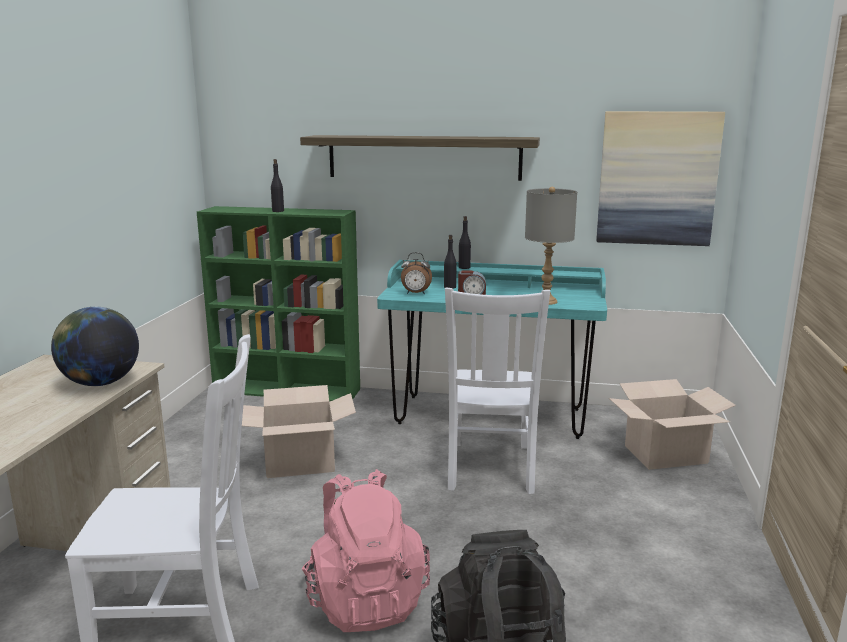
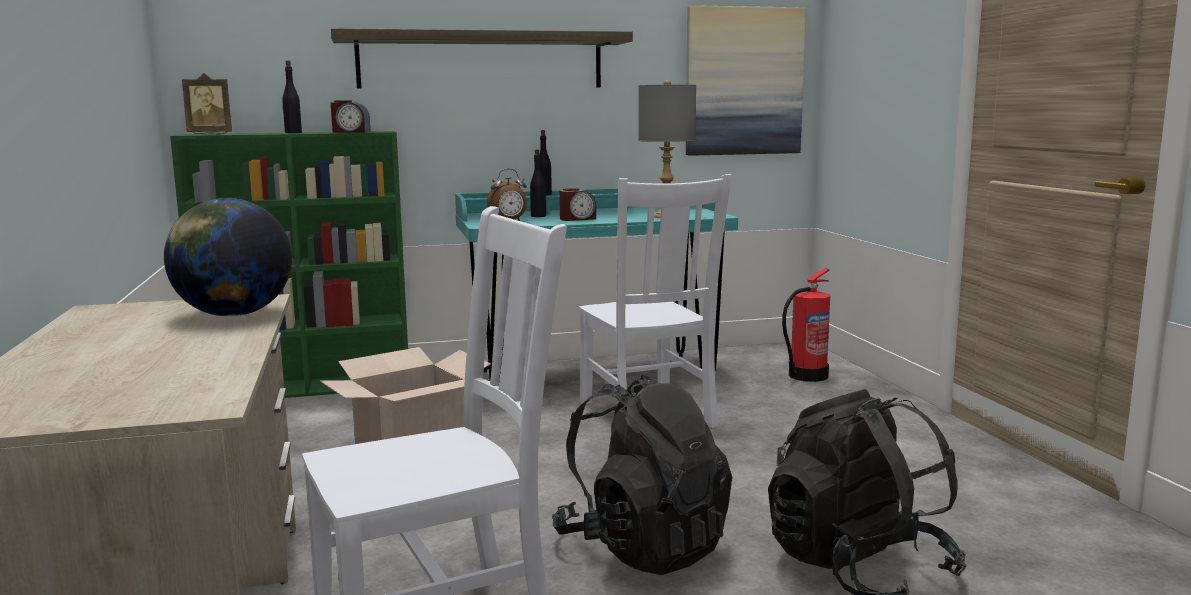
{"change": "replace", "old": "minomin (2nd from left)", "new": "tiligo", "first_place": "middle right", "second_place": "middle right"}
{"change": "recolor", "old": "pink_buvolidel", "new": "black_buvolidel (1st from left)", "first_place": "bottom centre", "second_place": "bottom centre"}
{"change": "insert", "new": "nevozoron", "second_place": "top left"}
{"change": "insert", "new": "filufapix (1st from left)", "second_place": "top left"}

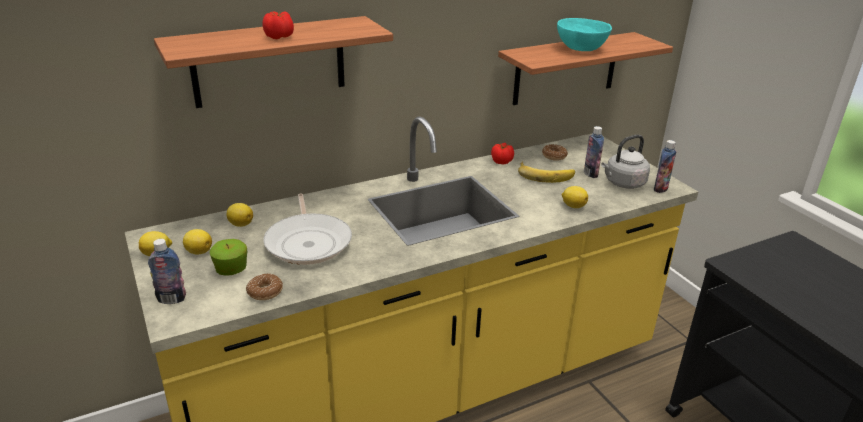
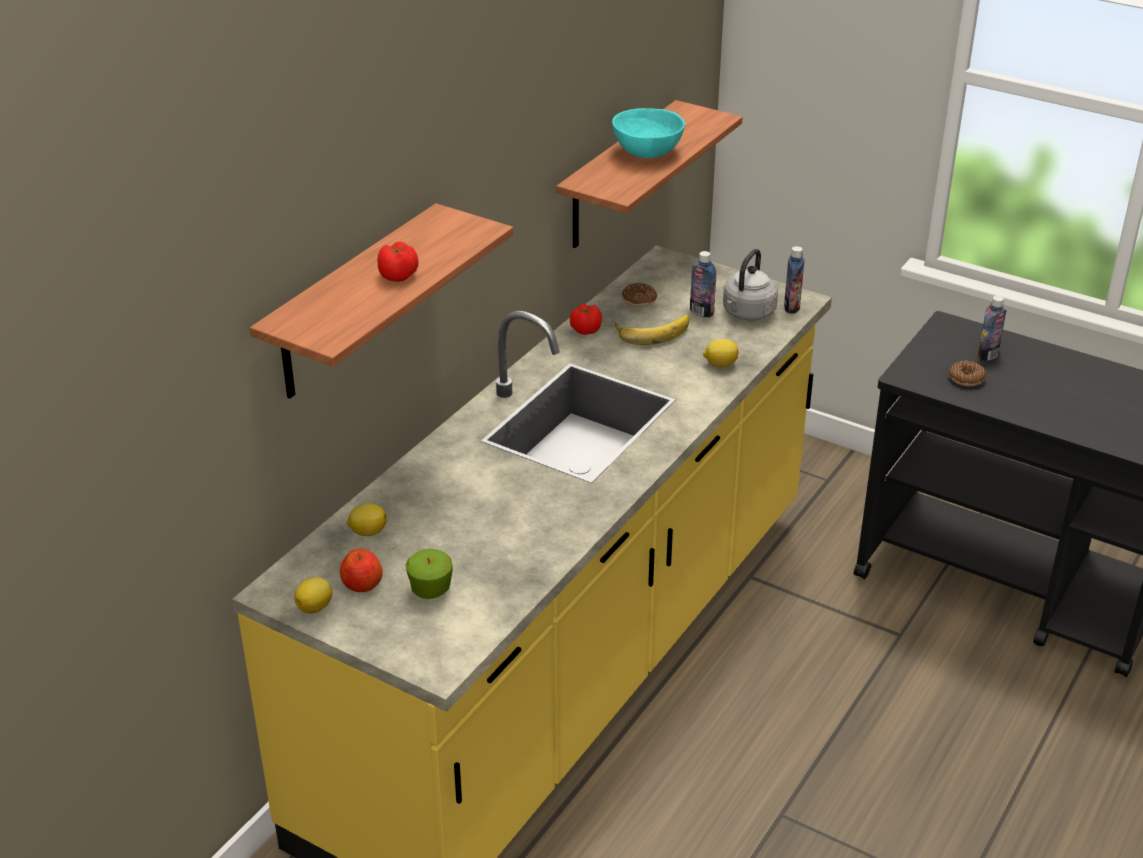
{"change": "delete", "old": "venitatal", "first_place": "centre"}
{"change": "replace", "old": "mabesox (2nd from left)", "new": "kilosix (1st from left)", "first_place": "middle left", "second_place": "middle left"}
{"change": "move", "old": "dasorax (1st from left in the first image)", "new": "dasorax (3rd from left)", "first_place": "middle left", "second_place": "middle right"}
{"change": "move", "old": "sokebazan (1st from left in the first image)", "new": "sokebazan (2nd from left)", "first_place": "bottom left", "second_place": "middle right"}

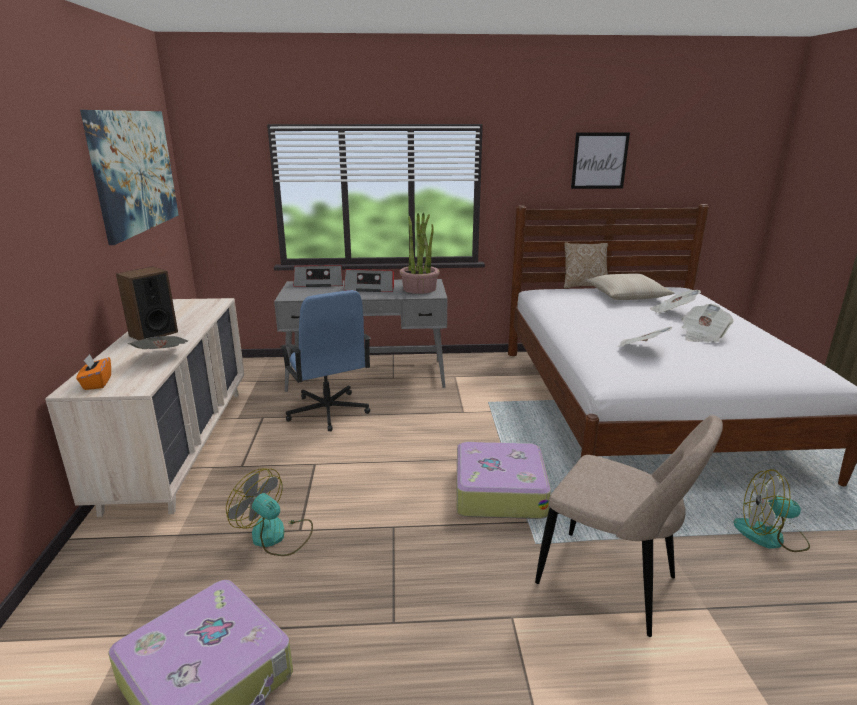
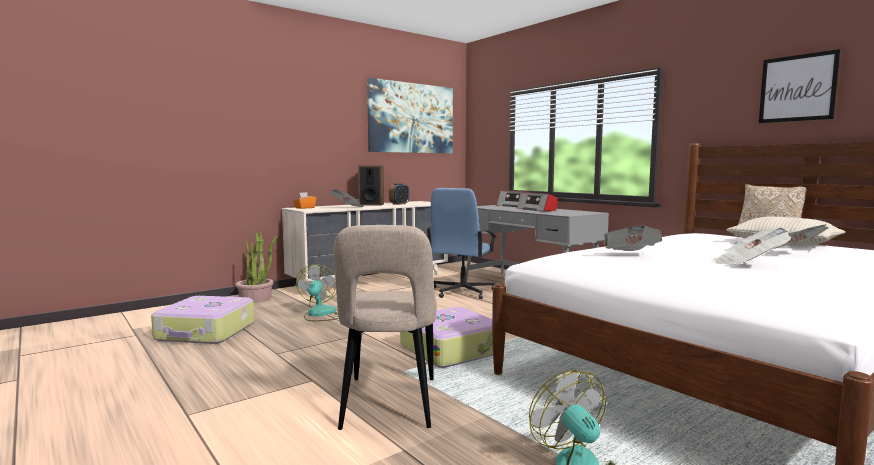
{"change": "move", "old": "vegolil", "first_place": "centre", "second_place": "middle left"}
{"change": "insert", "new": "filufapix", "second_place": "centre"}

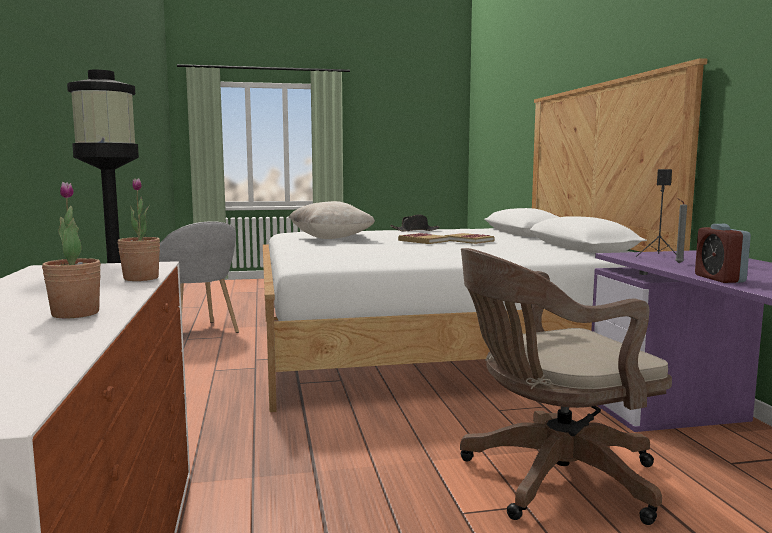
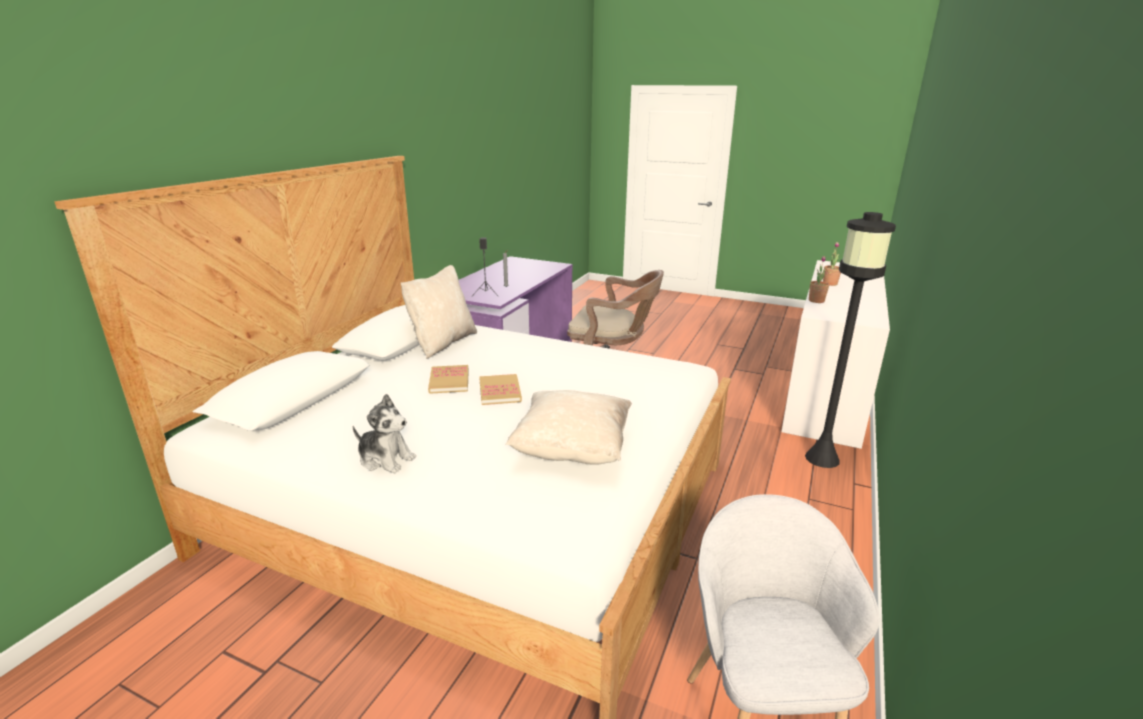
{"change": "replace", "old": "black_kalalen", "new": "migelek", "first_place": "centre", "second_place": "centre"}
{"change": "delete", "old": "filufapix", "first_place": "middle right"}
{"change": "insert", "new": "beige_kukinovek (1st from left)", "second_place": "centre"}

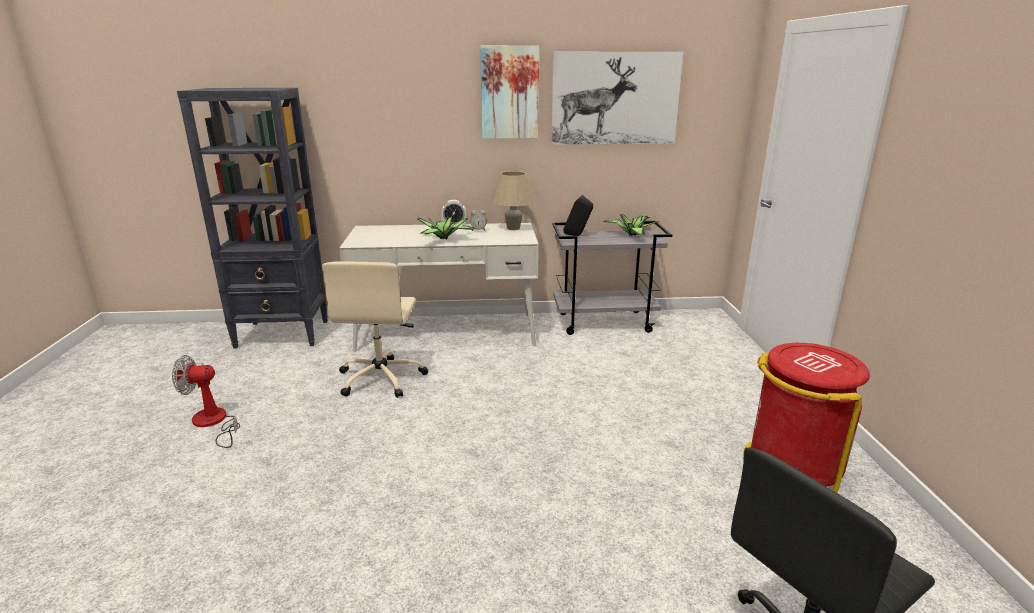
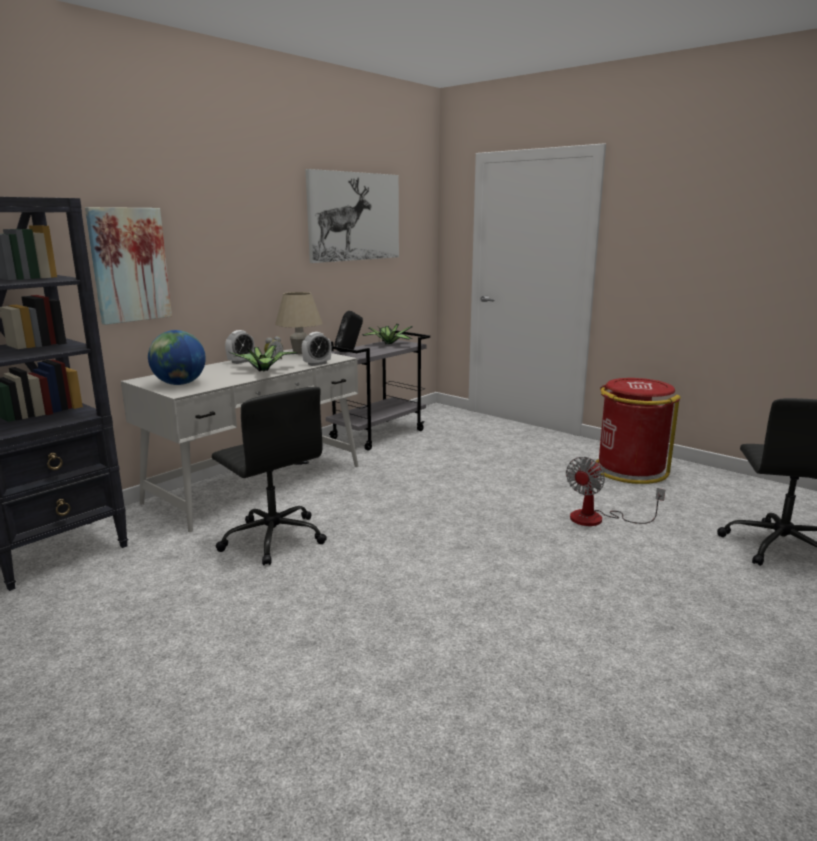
{"change": "move", "old": "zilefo (1st from left)", "first_place": "top centre", "second_place": "top left"}
{"change": "recolor", "old": "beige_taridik", "new": "black_taridik (1st from left)", "first_place": "centre", "second_place": "middle left"}
{"change": "move", "old": "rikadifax", "first_place": "middle left", "second_place": "middle right"}
{"change": "insert", "new": "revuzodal", "second_place": "middle left"}
{"change": "insert", "new": "filufapix (3rd from left)", "second_place": "centre"}

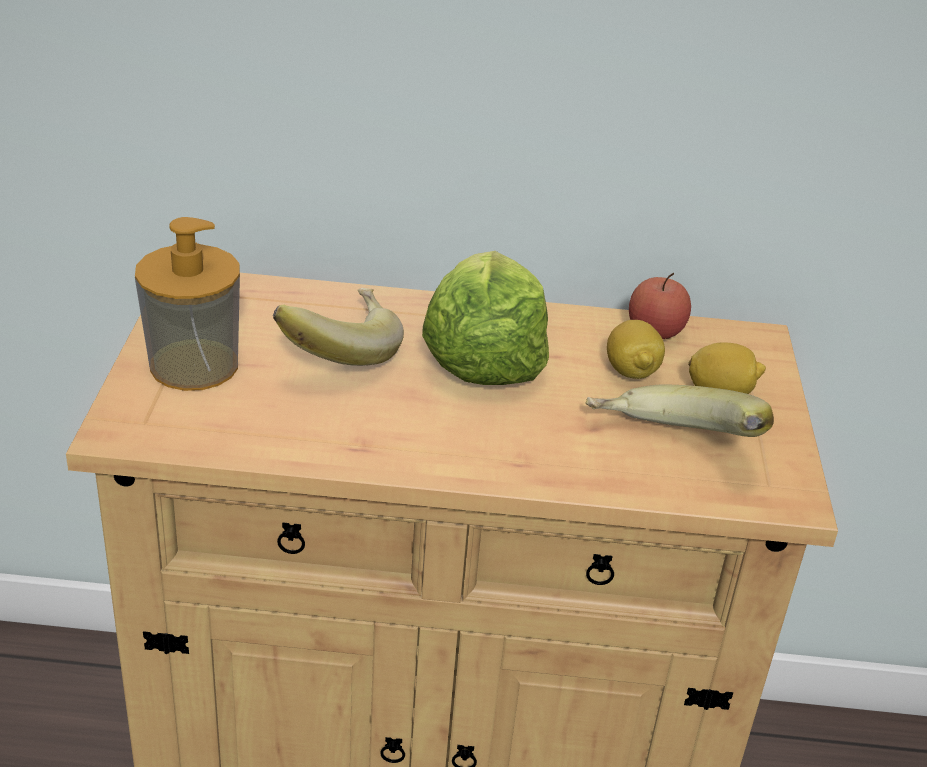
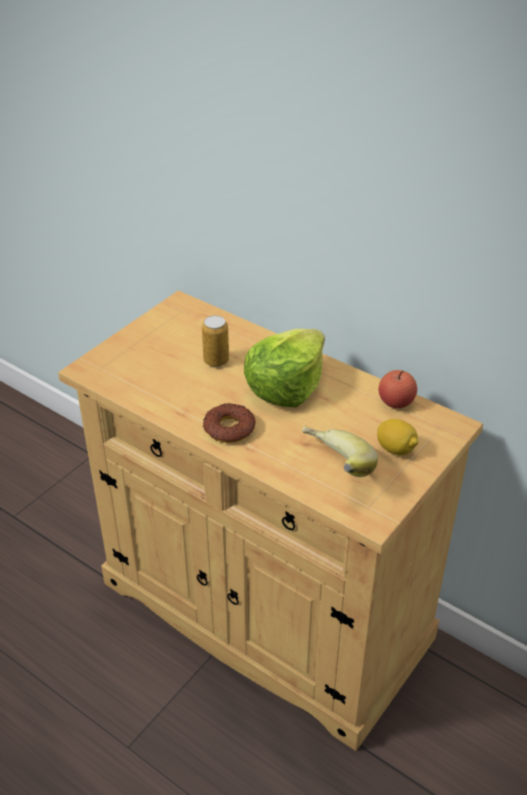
{"change": "delete", "old": "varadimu", "first_place": "middle left"}
{"change": "replace", "old": "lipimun (1st from left)", "new": "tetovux", "first_place": "centre", "second_place": "centre"}
{"change": "delete", "old": "mabesox (1st from left)", "first_place": "middle right"}
{"change": "insert", "new": "sokebazan", "second_place": "centre"}

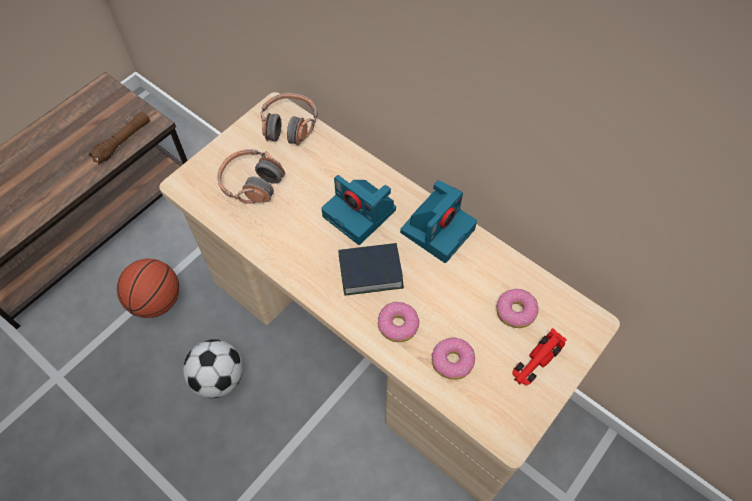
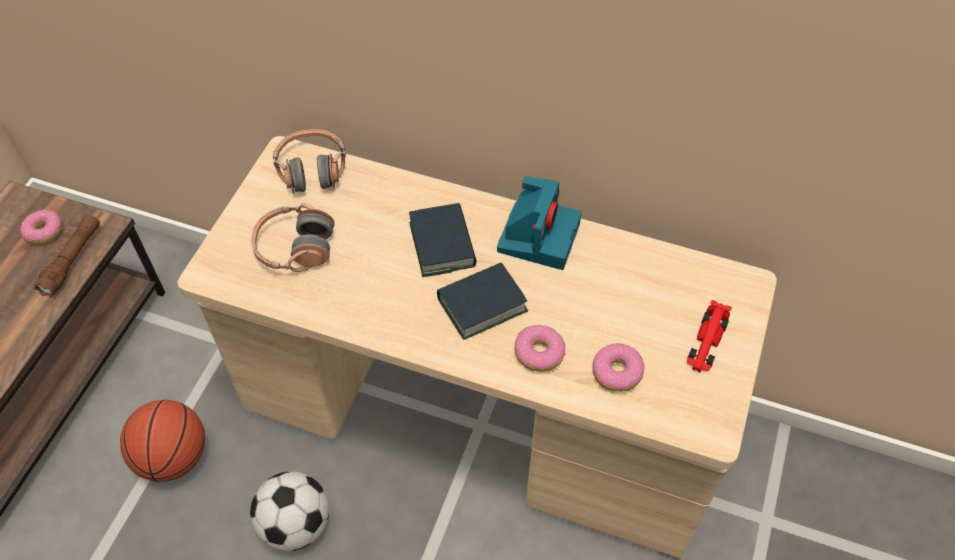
{"change": "replace", "old": "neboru (1st from left)", "new": "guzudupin (1st from left)", "first_place": "centre", "second_place": "centre"}
{"change": "move", "old": "sokebazan (3rd from left in the first image)", "new": "sokebazan (1st from left)", "first_place": "middle right", "second_place": "middle left"}

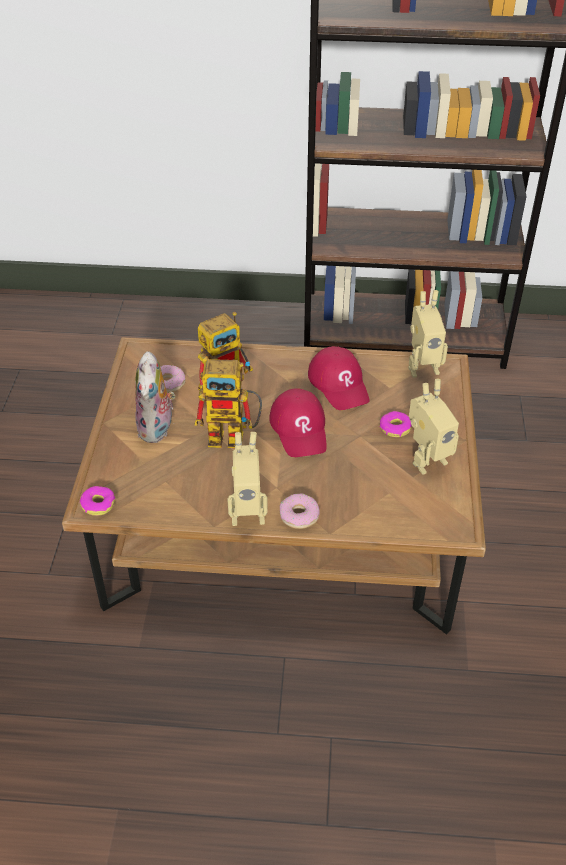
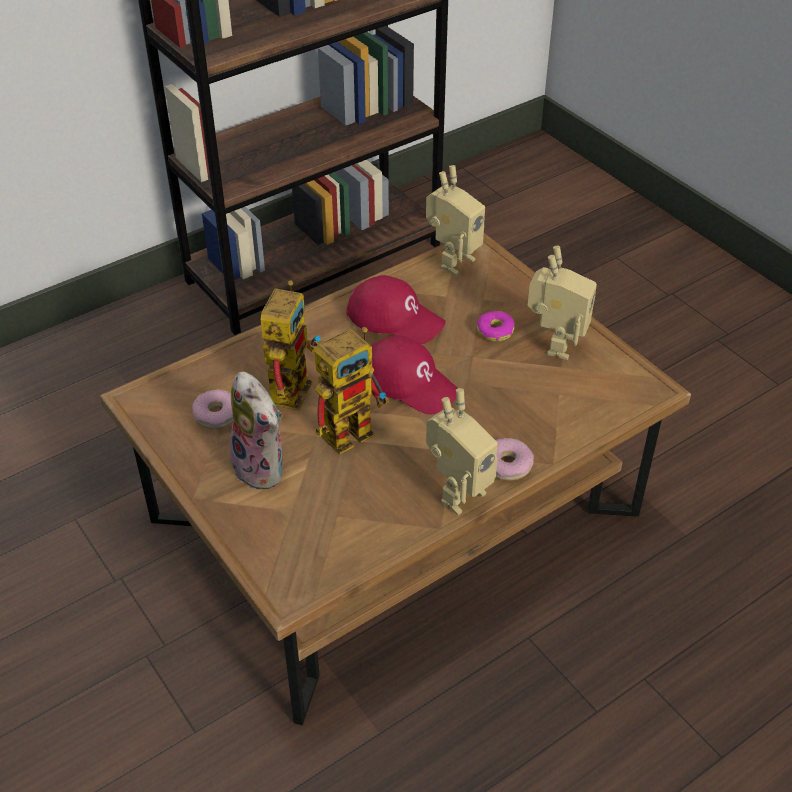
{"change": "delete", "old": "sokebazan (1st from left)", "first_place": "middle left"}

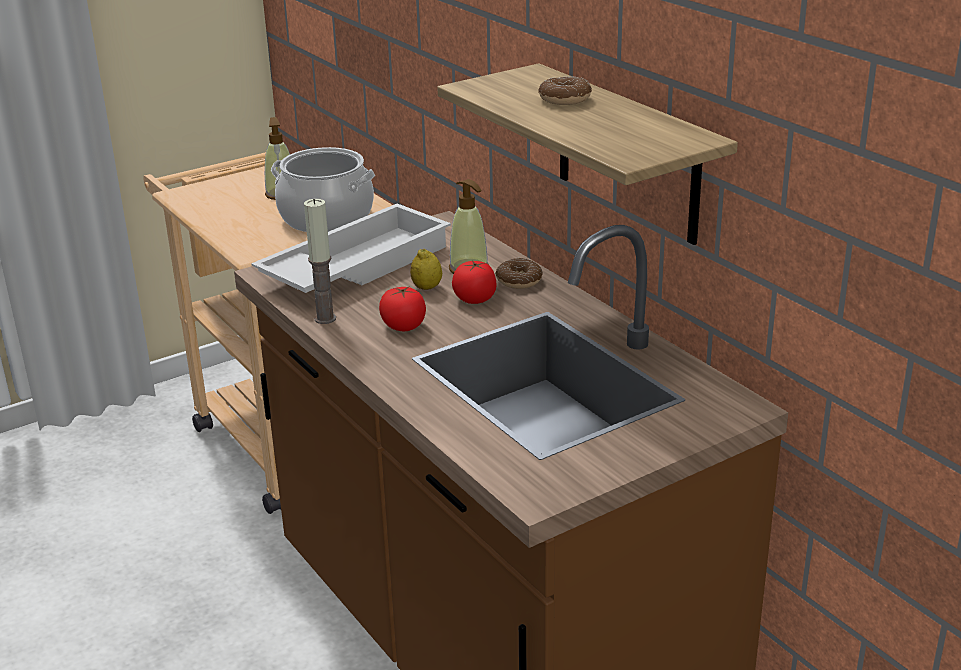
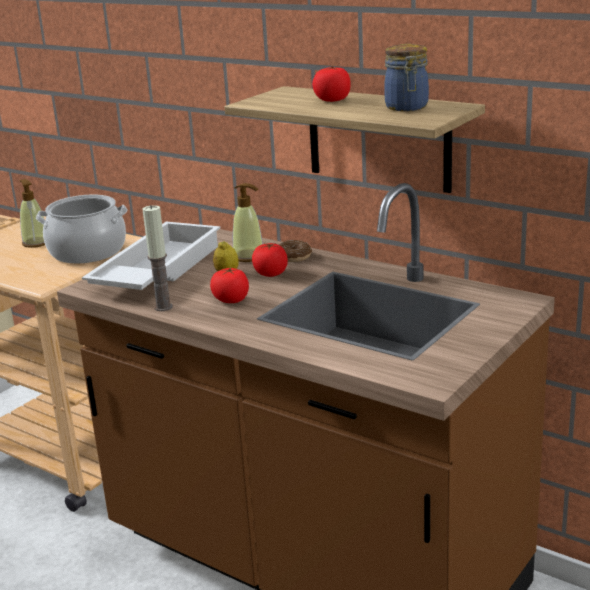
{"change": "replace", "old": "sokebazan (2nd from left)", "new": "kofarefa (3rd from left)", "first_place": "top centre", "second_place": "top centre"}
{"change": "insert", "new": "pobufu", "second_place": "top right"}

